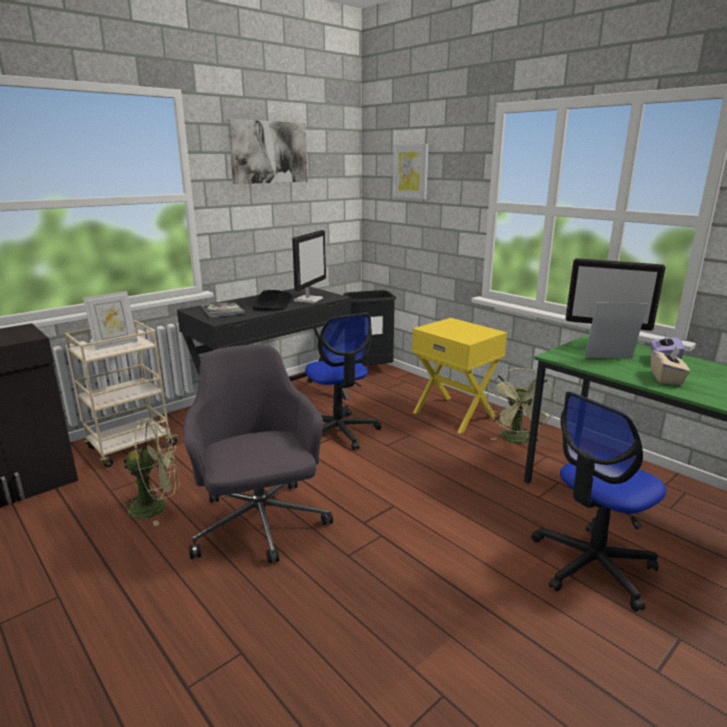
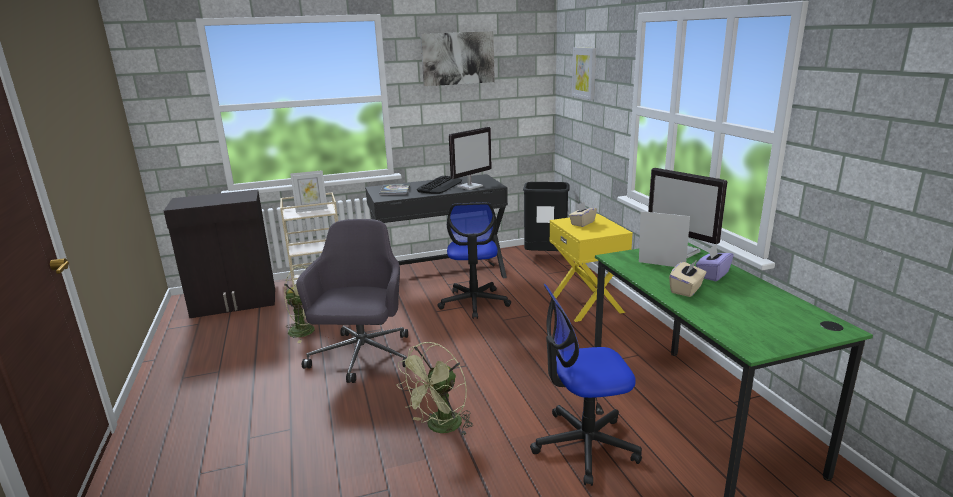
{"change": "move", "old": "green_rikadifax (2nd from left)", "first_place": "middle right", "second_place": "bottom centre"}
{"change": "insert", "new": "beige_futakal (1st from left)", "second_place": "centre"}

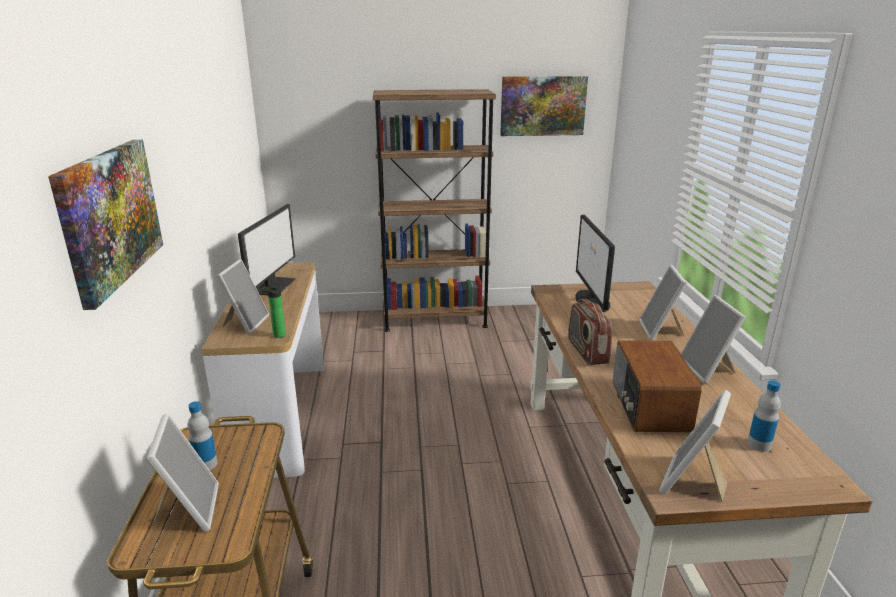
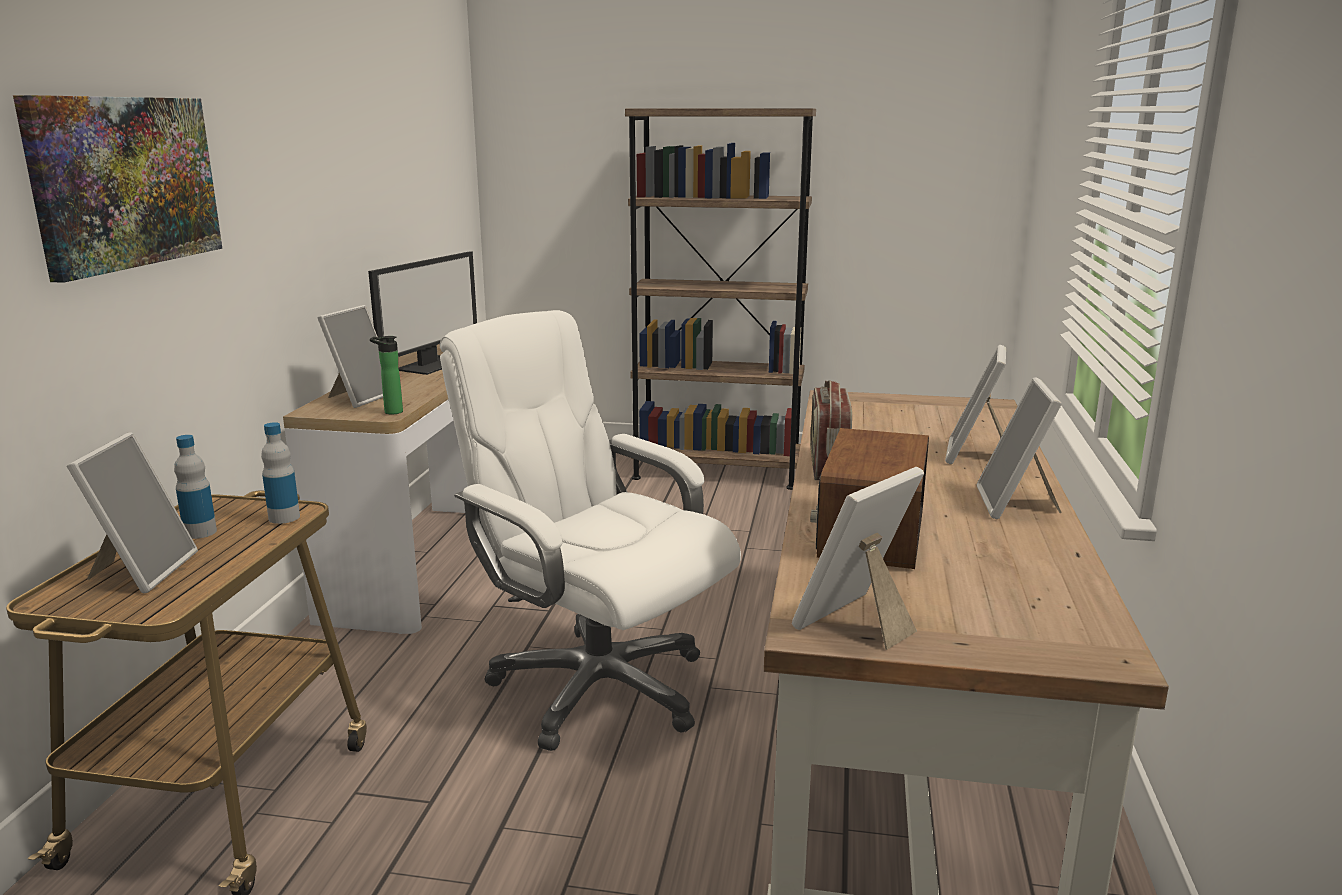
{"change": "delete", "old": "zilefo (2nd from left)", "first_place": "top centre"}
{"change": "delete", "old": "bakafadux (2nd from left)", "first_place": "centre"}
{"change": "move", "old": "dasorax (3rd from left in the first image)", "new": "dasorax (2nd from left)", "first_place": "bottom right", "second_place": "middle left"}
{"change": "insert", "new": "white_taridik", "second_place": "centre"}

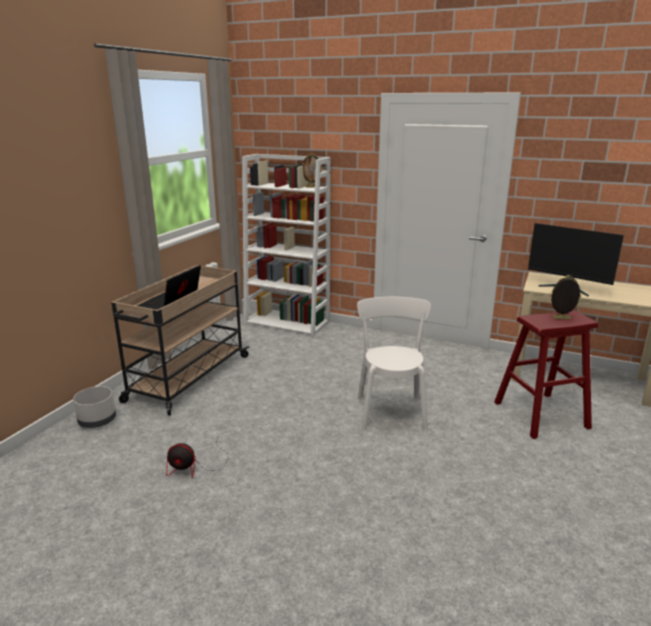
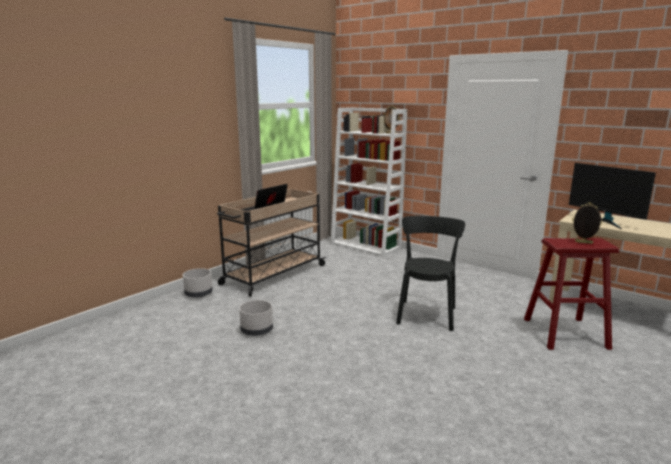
{"change": "recolor", "old": "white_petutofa", "new": "black_petutofa", "first_place": "centre", "second_place": "centre"}
{"change": "replace", "old": "rikadifax", "new": "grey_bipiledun (2nd from left)", "first_place": "bottom left", "second_place": "bottom centre"}

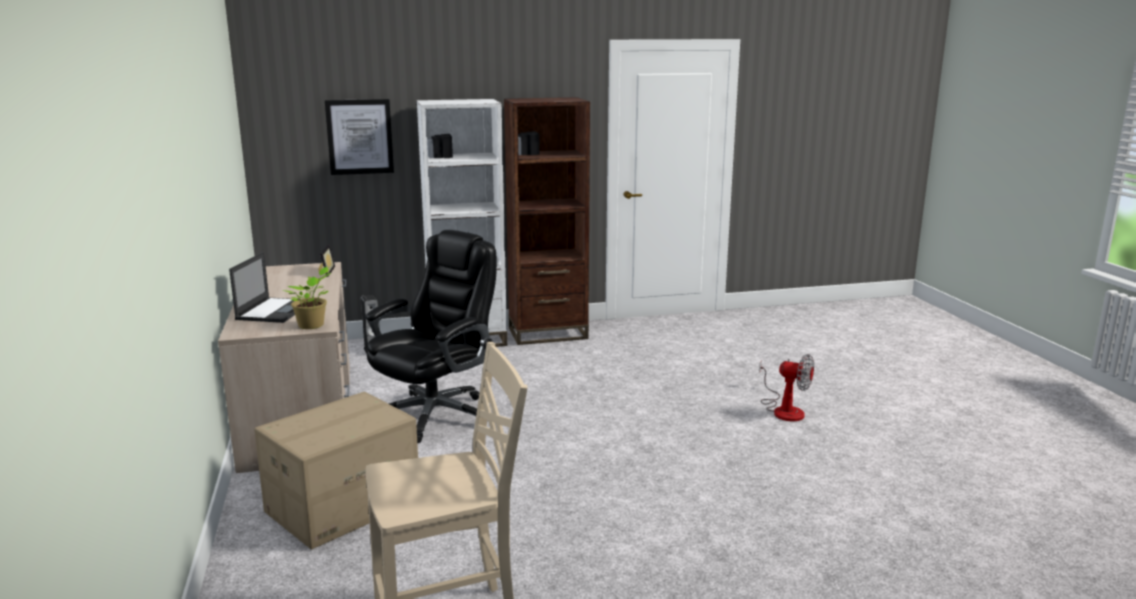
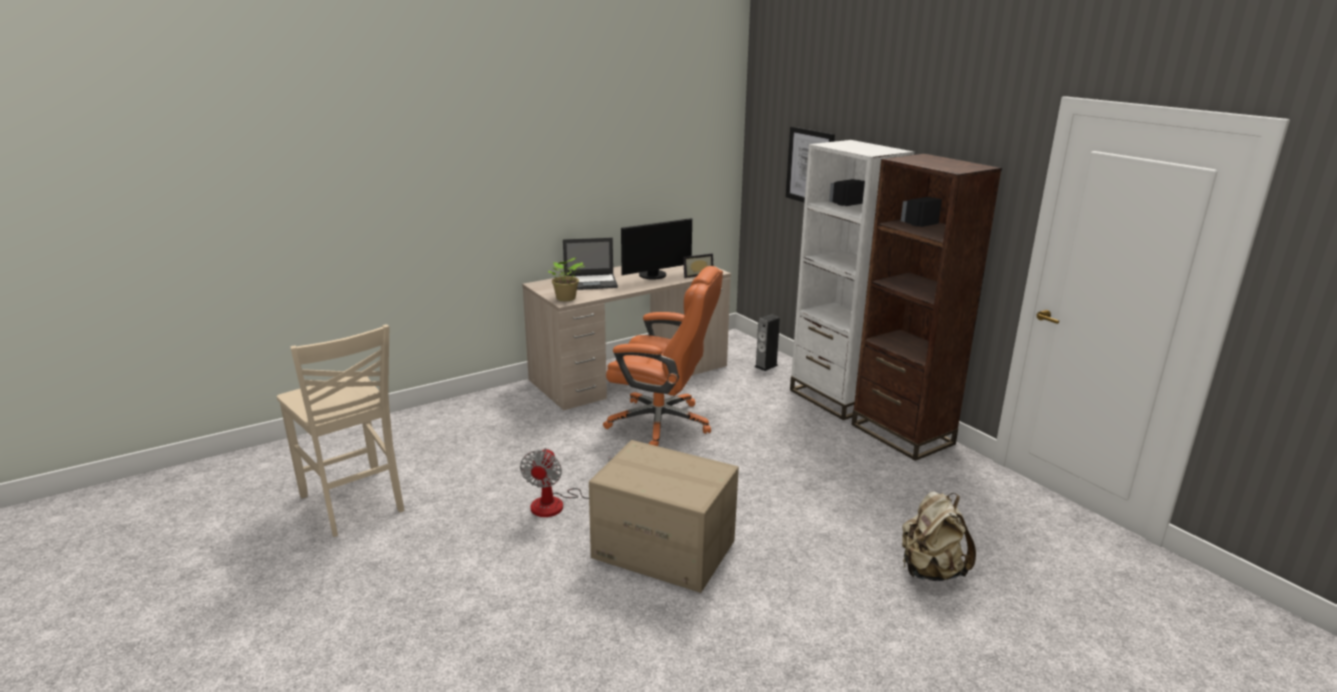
{"change": "recolor", "old": "black_taridik", "new": "orange_taridik", "first_place": "centre", "second_place": "centre"}
{"change": "move", "old": "rikadifax", "first_place": "middle right", "second_place": "bottom centre"}
{"change": "move", "old": "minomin", "first_place": "bottom left", "second_place": "bottom centre"}
{"change": "insert", "new": "bakafadux", "second_place": "centre"}
{"change": "insert", "new": "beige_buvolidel", "second_place": "bottom right"}

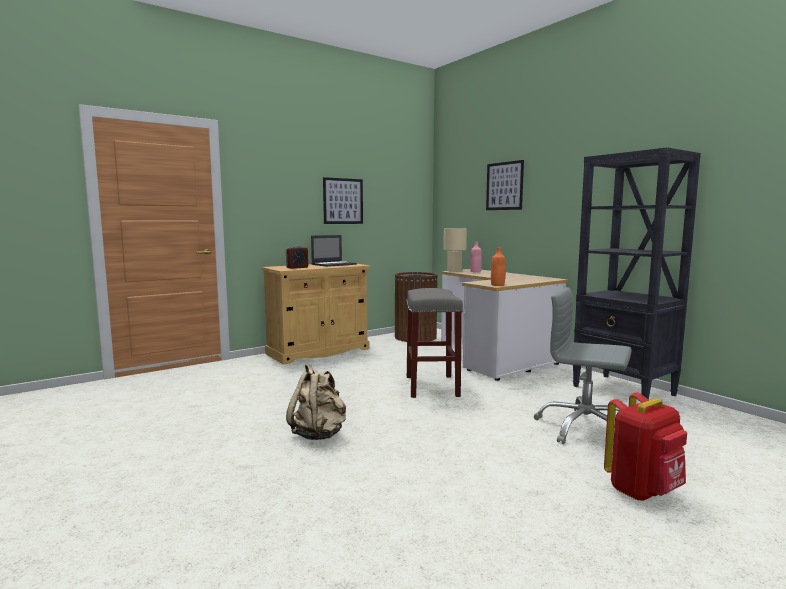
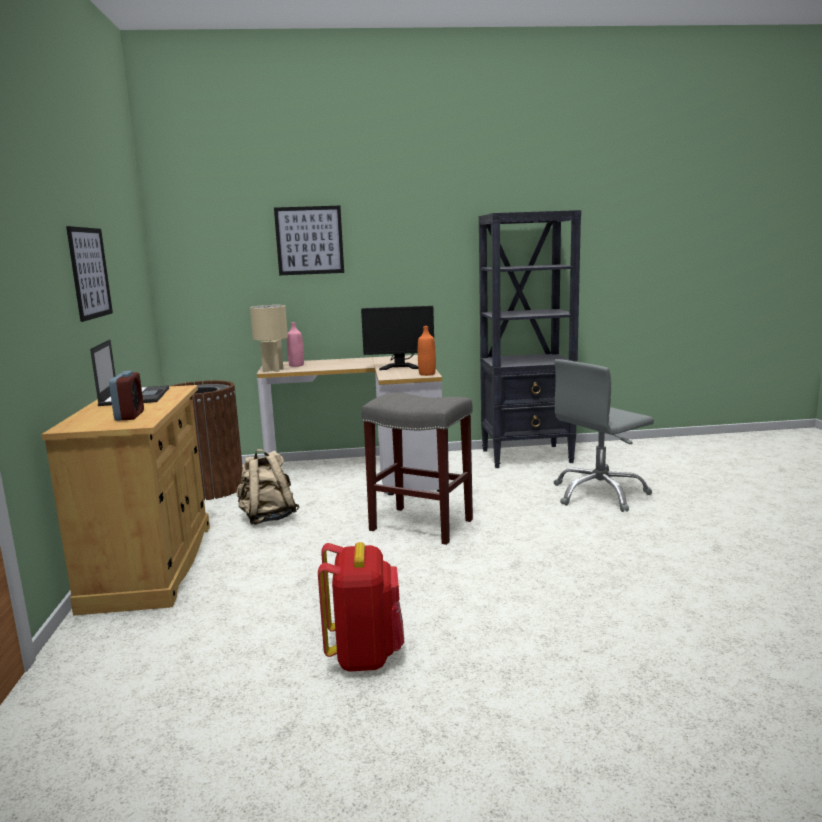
{"change": "move", "old": "beige_buvolidel", "first_place": "bottom centre", "second_place": "middle left"}
{"change": "move", "old": "red_buvolidel", "first_place": "bottom right", "second_place": "bottom centre"}
{"change": "insert", "new": "bakafadux", "second_place": "centre"}

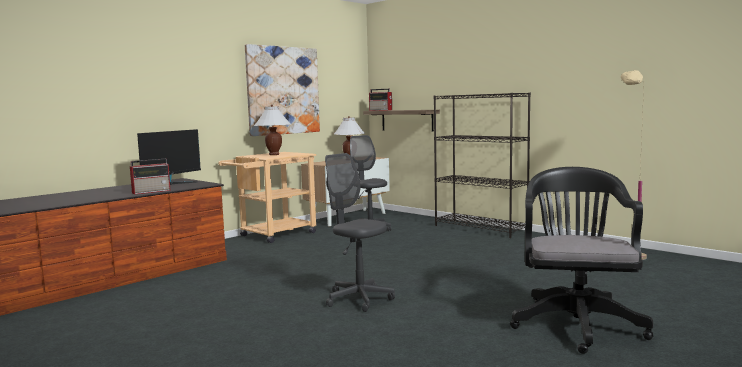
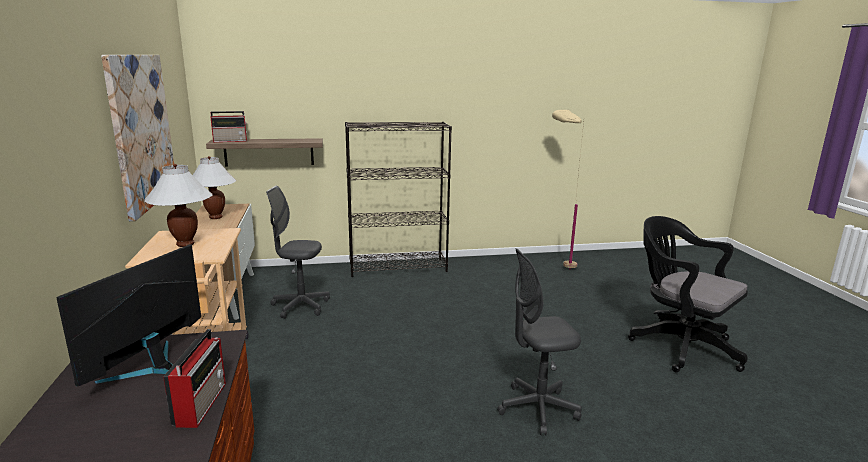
{"change": "rotate", "old": "bakafadux", "first_place": "middle left", "second_place": "bottom left", "degrees": -135}

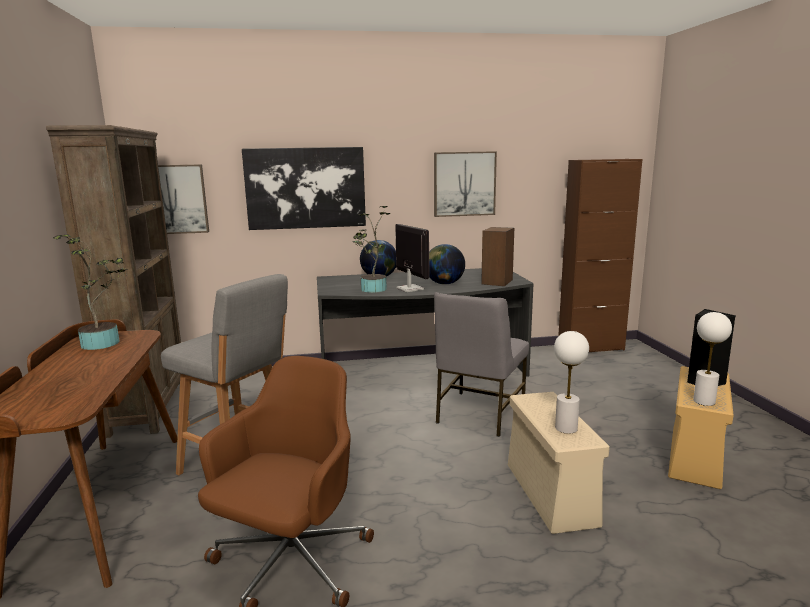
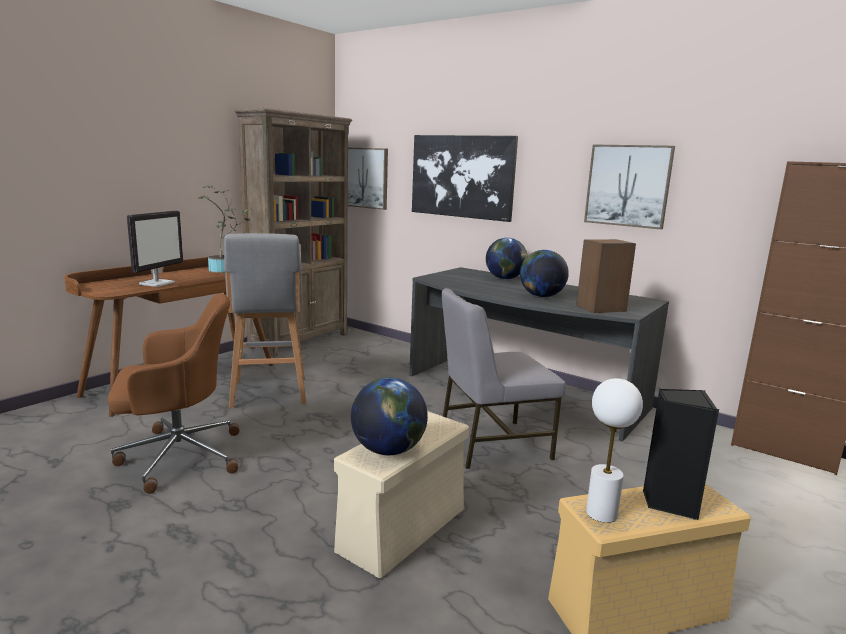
{"change": "delete", "old": "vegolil (2nd from left)", "first_place": "centre"}
{"change": "move", "old": "bakafadux", "first_place": "centre", "second_place": "middle left"}
{"change": "replace", "old": "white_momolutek (1st from left)", "new": "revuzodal (1st from left)", "first_place": "middle right", "second_place": "centre"}

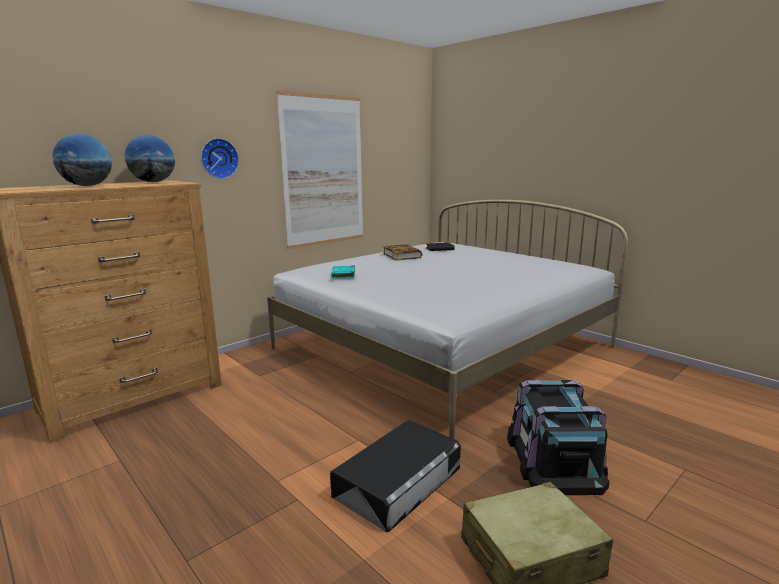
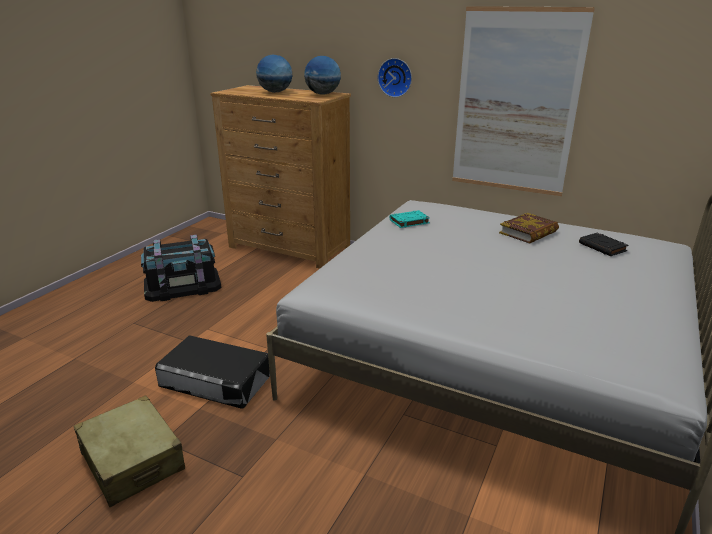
{"change": "move", "old": "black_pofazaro (2nd from left in the first image)", "new": "black_pofazaro (1st from left)", "first_place": "bottom right", "second_place": "middle left"}

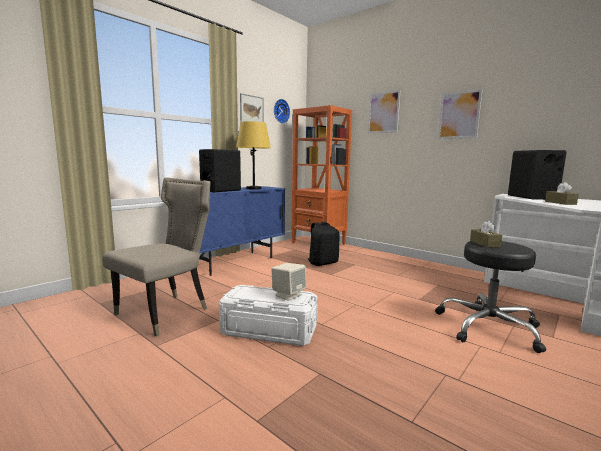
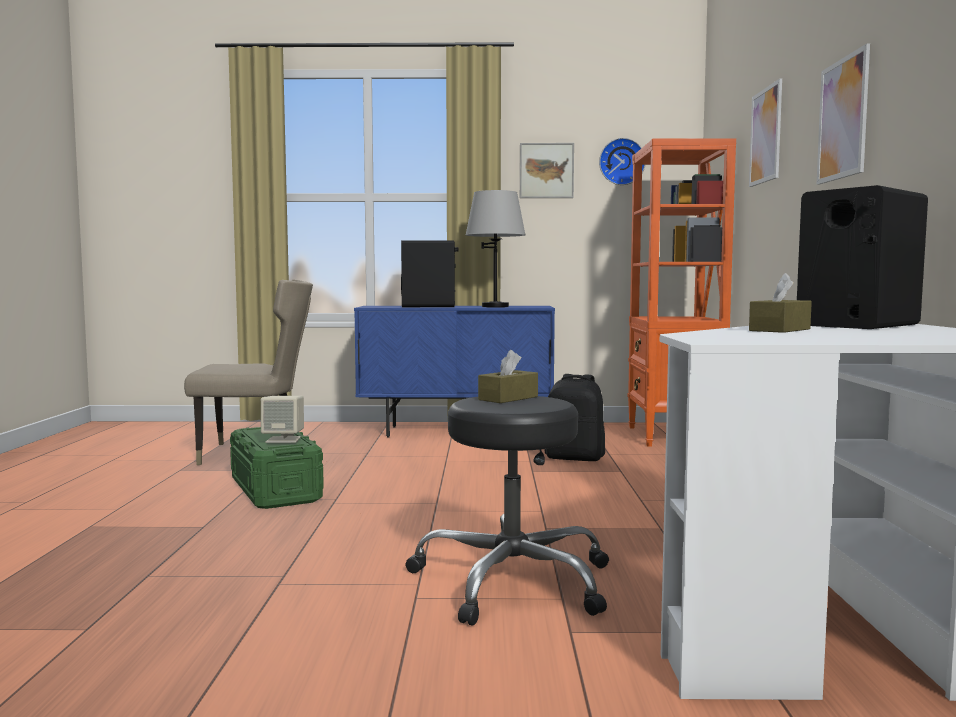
{"change": "recolor", "old": "yellow_momolutek", "new": "grey_momolutek", "first_place": "centre", "second_place": "centre"}
{"change": "recolor", "old": "white_pofazaro", "new": "green_pofazaro", "first_place": "bottom centre", "second_place": "middle left"}

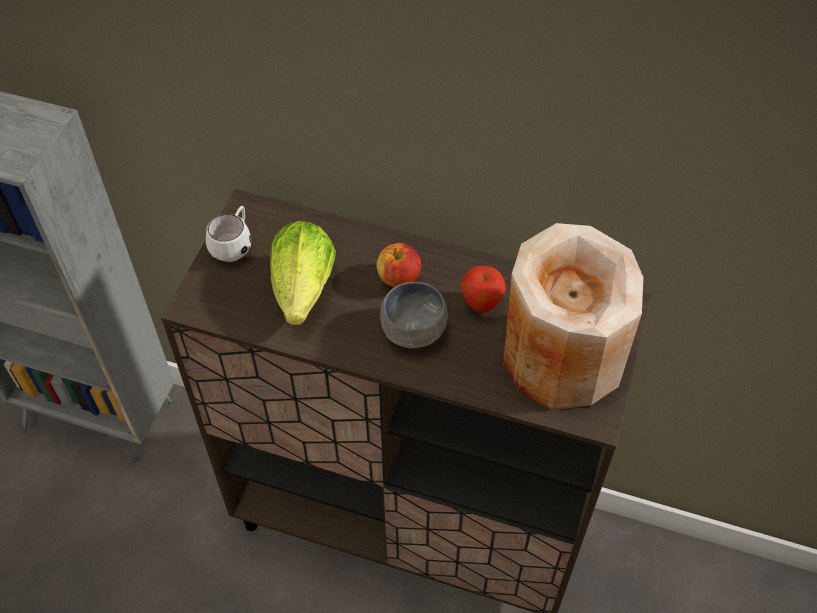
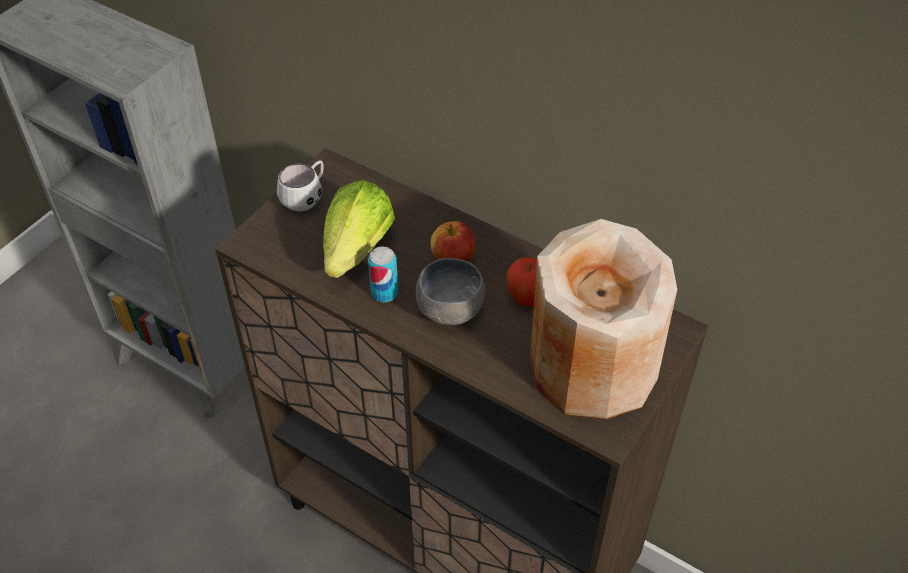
{"change": "insert", "new": "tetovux", "second_place": "centre"}

